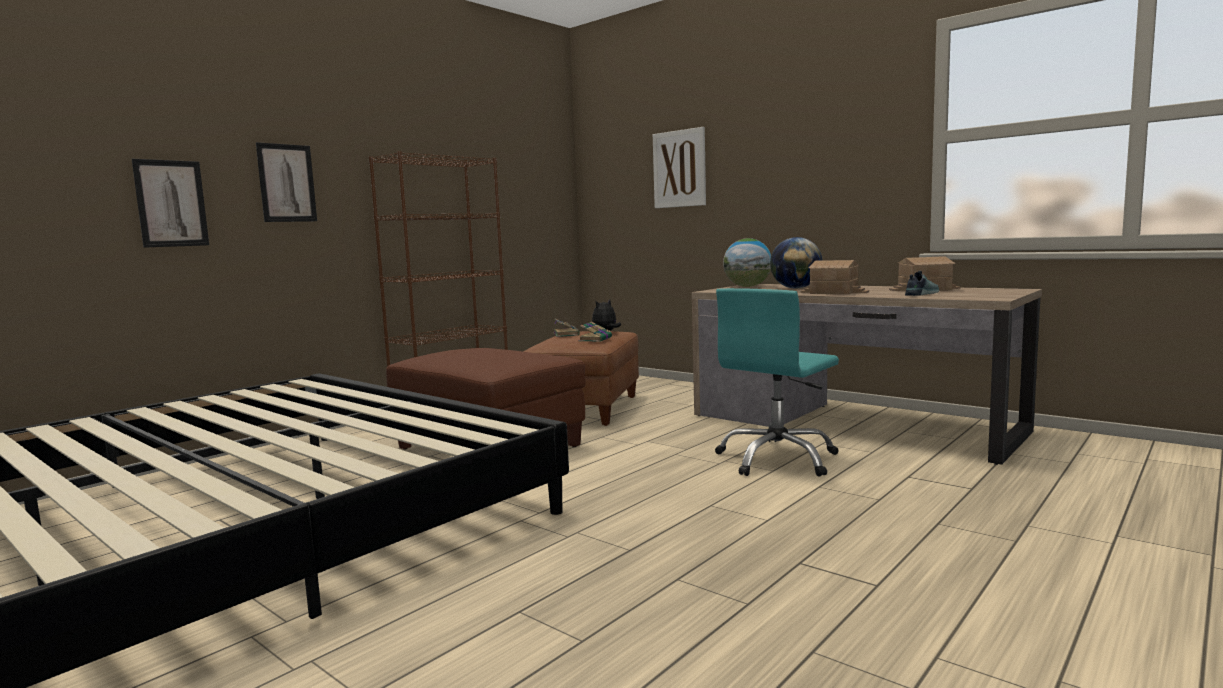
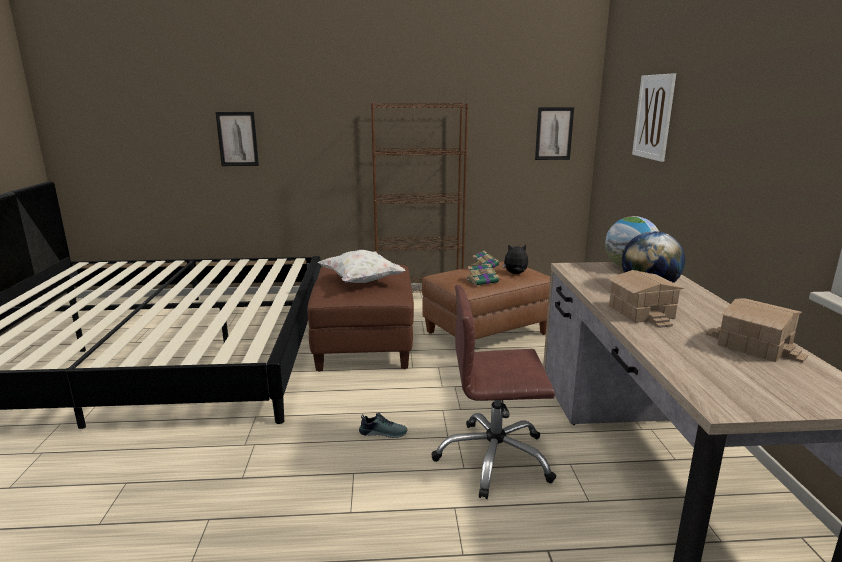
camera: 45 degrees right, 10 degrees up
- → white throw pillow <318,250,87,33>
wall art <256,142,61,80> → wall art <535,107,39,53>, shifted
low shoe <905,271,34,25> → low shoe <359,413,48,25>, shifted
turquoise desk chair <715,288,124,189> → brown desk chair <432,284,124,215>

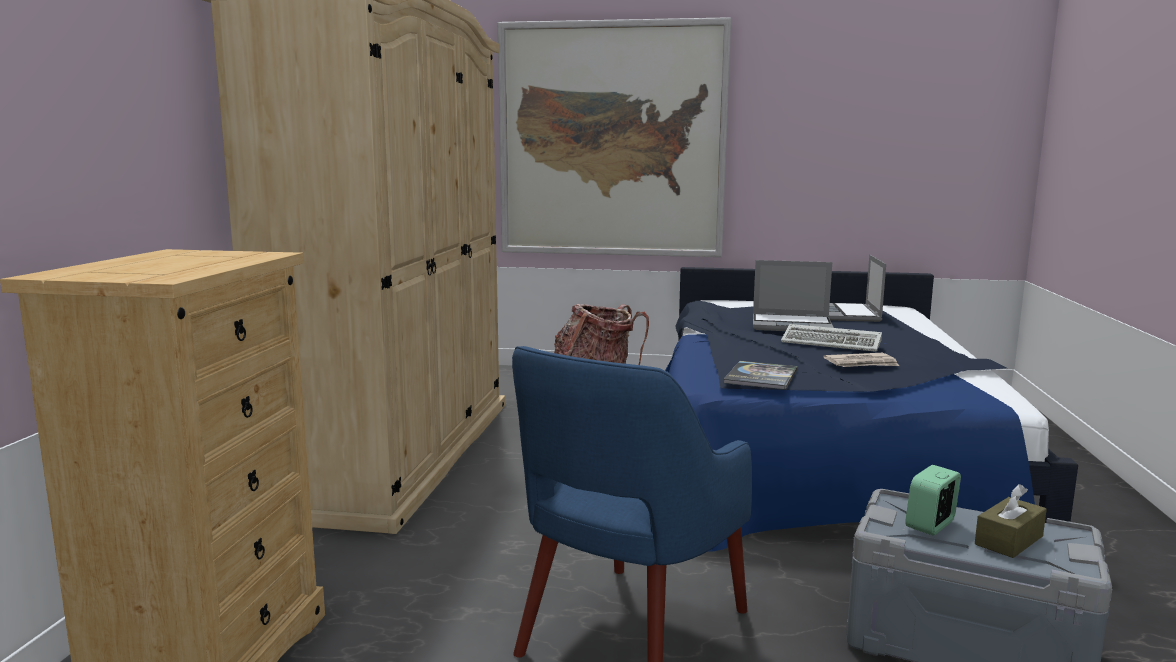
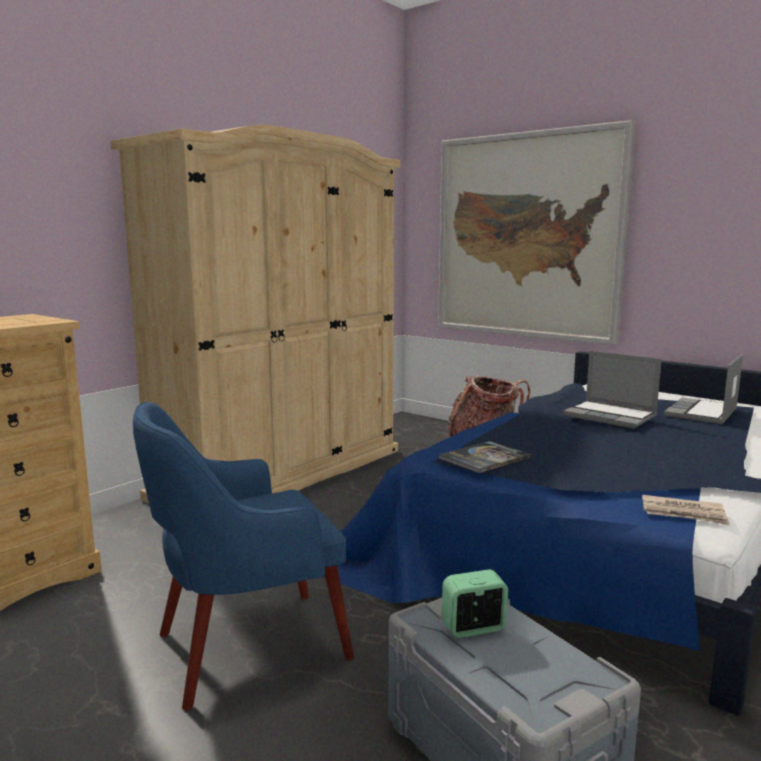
camera: 30 degrees right, 0 degrees up
computer keyboard <781,324,101,28> → -
brown tissue holder <975,484,72,74> → -
printed paper <824,353,75,14> → printed paper <642,495,88,31>, shifted

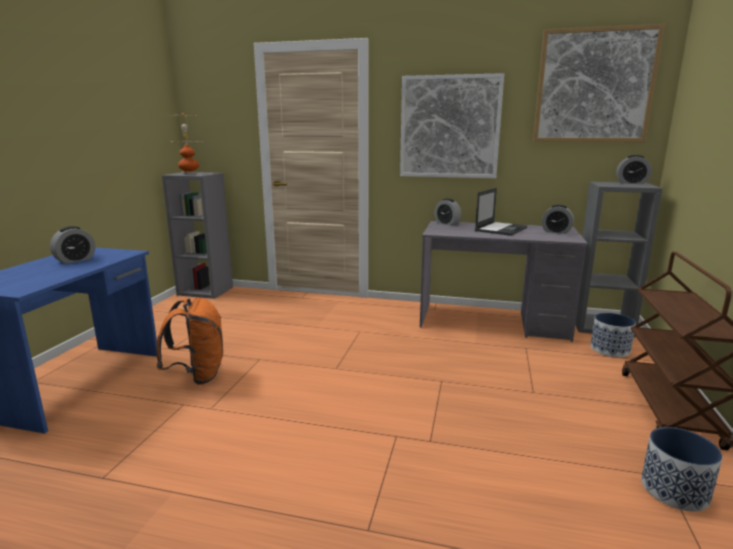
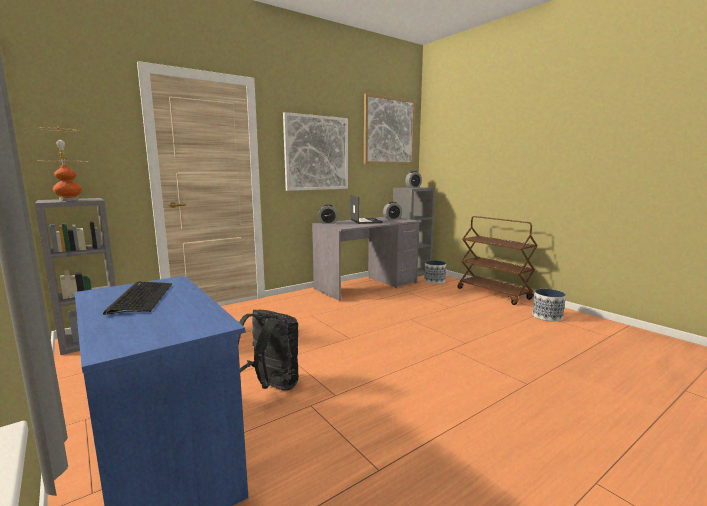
camera: 50 degrees left, 5 degrees down
bedside clock <50,226,45,38> → computer keyboard <103,281,69,34>
orangey backpack <156,298,67,87> → black-coloured backpack <238,310,61,81>

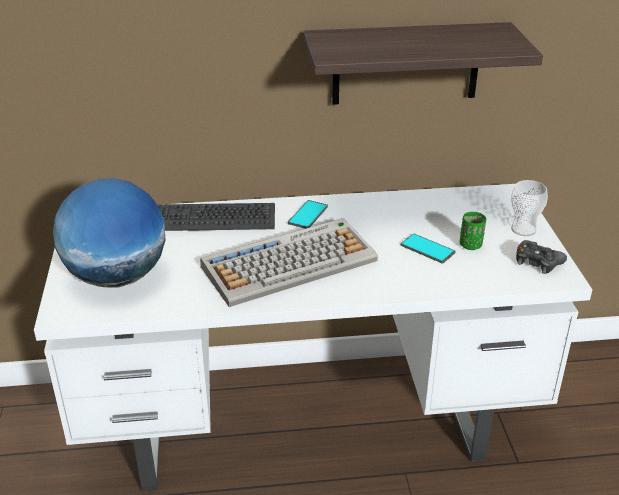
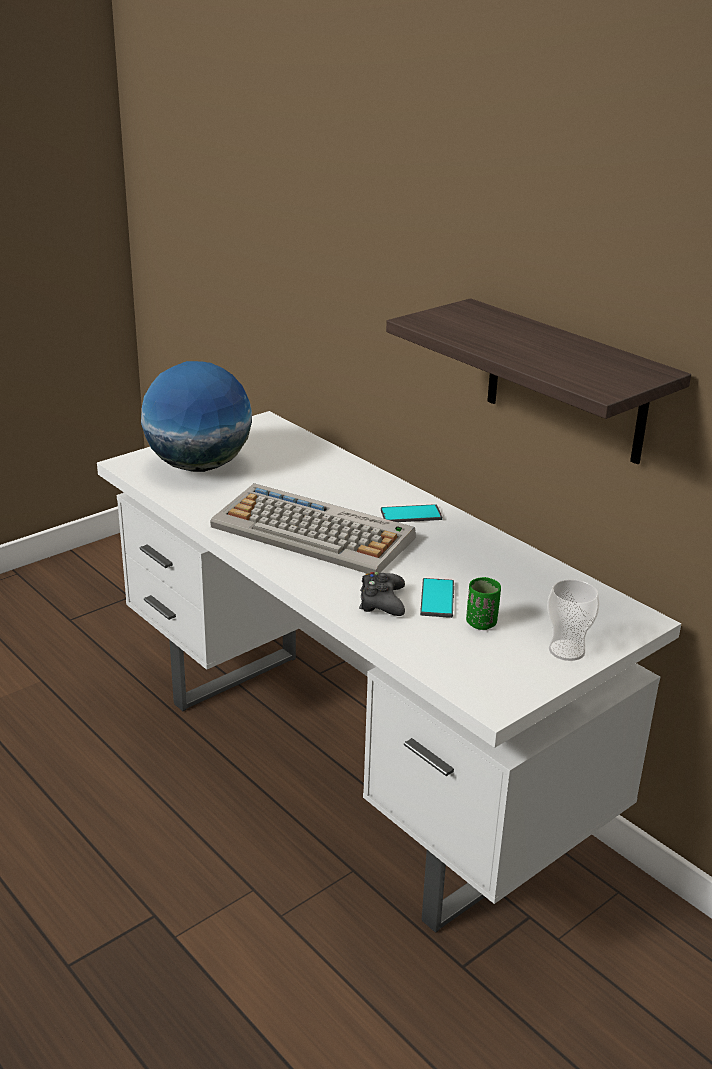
camera: 55 degrees right, 5 degrees down
computer keyboard <157,203,118,28> → -
black-coloured game controller <516,240,51,34> → black-coloured game controller <359,572,46,44>, shifted

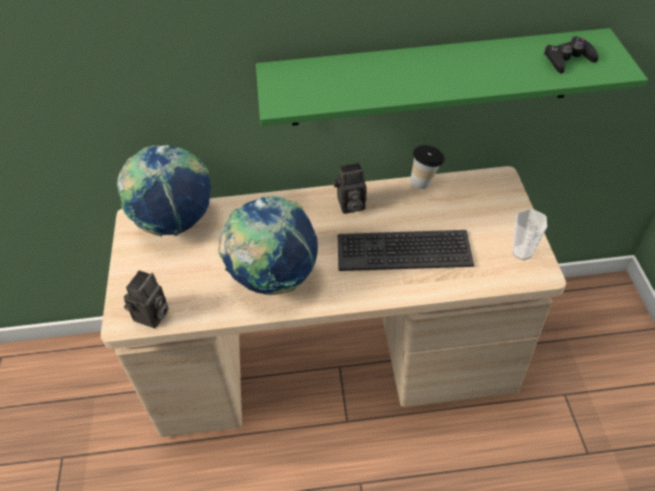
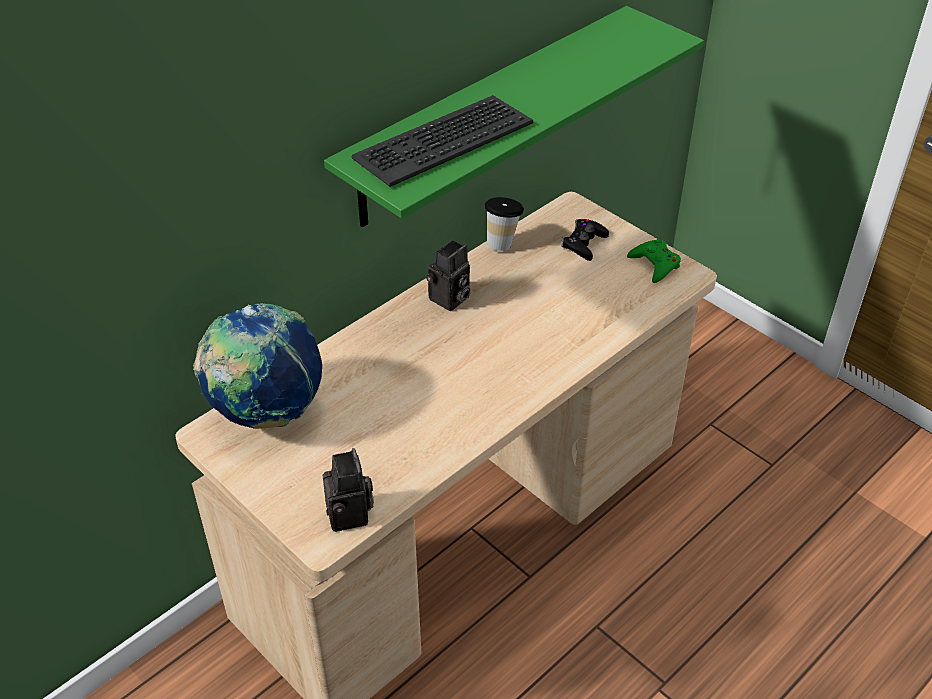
camera: 40 degrees left, 5 degrees down
globe <218,196,100,99> → -
computer keyboard <338,230,136,41> → computer keyboard <352,95,181,92>, shifted
black-coloured game controller <544,36,55,37> → black-coloured game controller <561,219,48,42>, shifted
small cup <513,209,34,51> → greenish game controller <627,239,54,44>

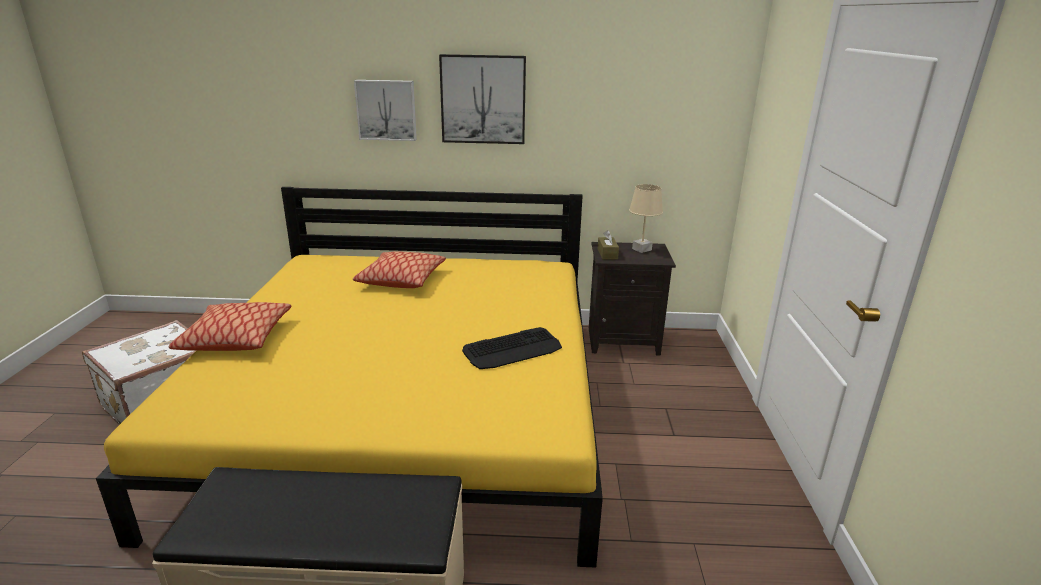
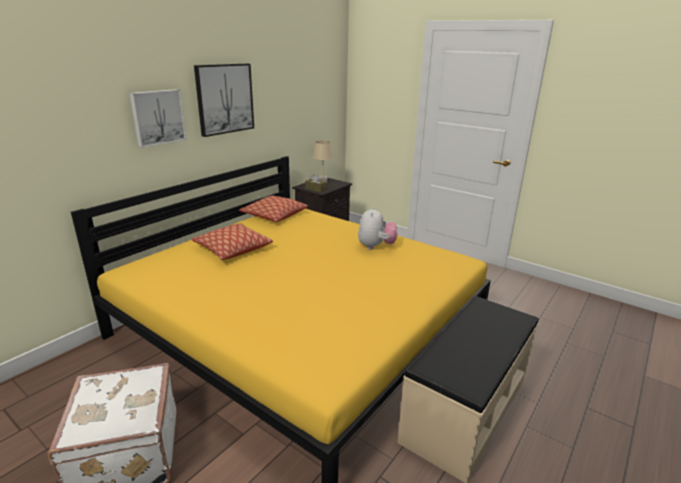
camera: 55 degrees left, 0 degrees up
throw pillow <168,302,123,49> → throw pillow <239,196,69,26>, shifted
computer keyboard <462,327,100,42> → cuddly toy <358,206,40,44>

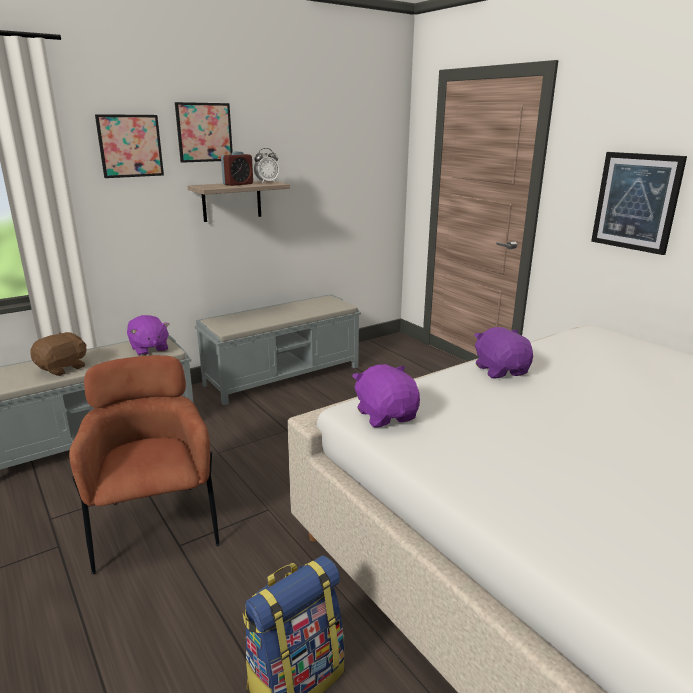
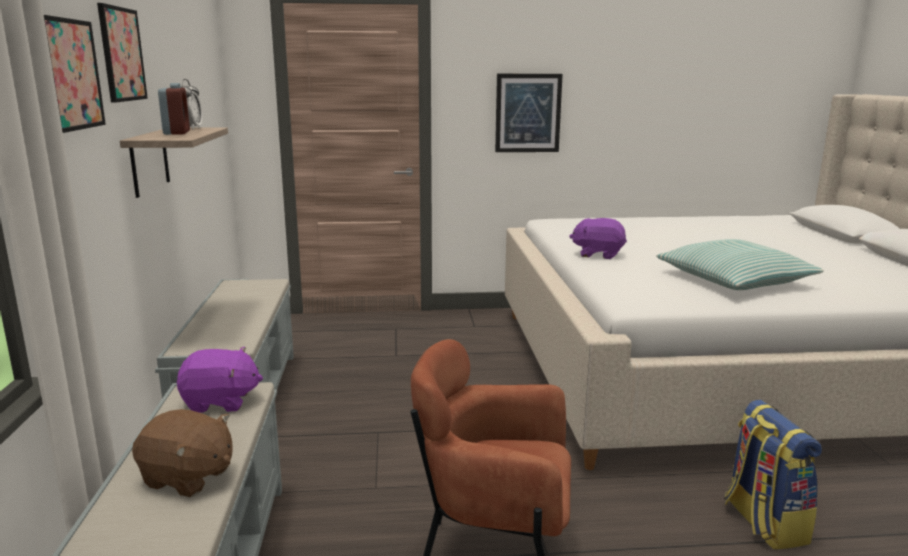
camera: 60 degrees left, 5 degrees down
purplish cuddly toy <352,364,68,63> → -
- → throw pillow <656,239,168,51>
brown cuddly toy <30,332,57,44> → brown cuddly toy <132,409,101,88>, 135 degrees clockwise

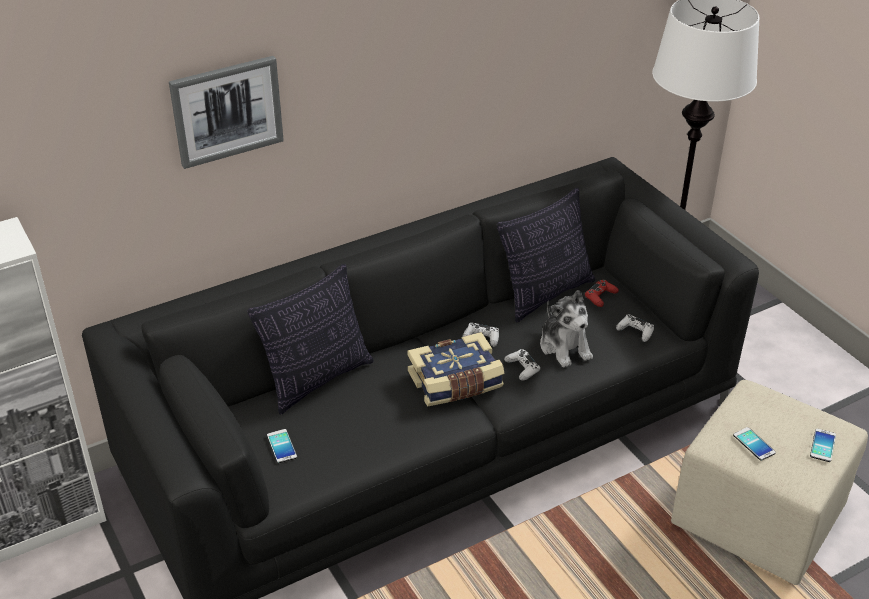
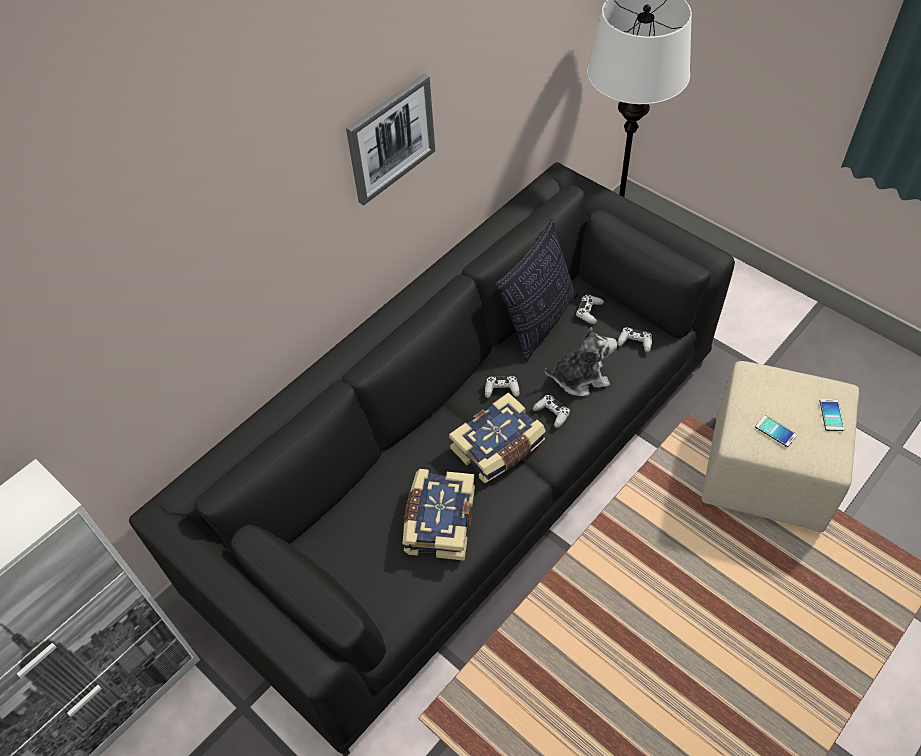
camera: 15 degrees left, 15 degrees up
throw pillow <247,263,127,152> → -
telephone <267,429,30,34> → -
- → volume <403,469,72,92>
wall art <169,56,115,113> → wall art <346,73,89,132>, shifted
red game controller <585,280,34,27> → white game controller <576,294,28,30>
cuddly toy <540,290,53,77> → cuddly toy <545,327,72,69>, 60 degrees counterclockwise

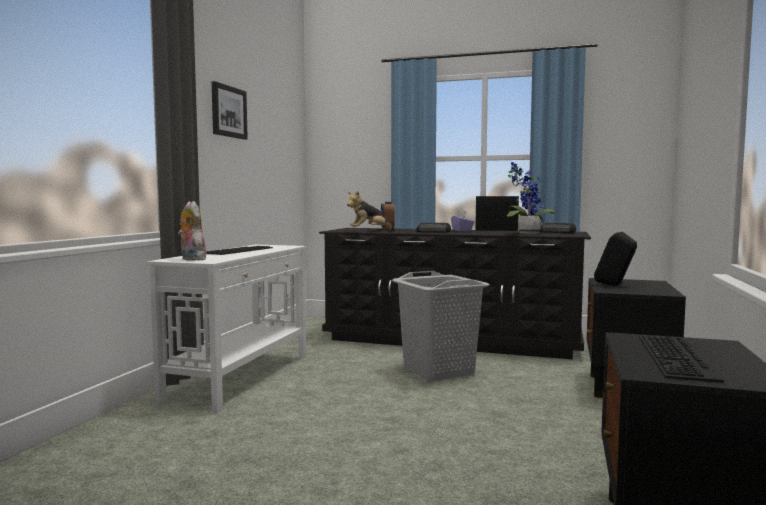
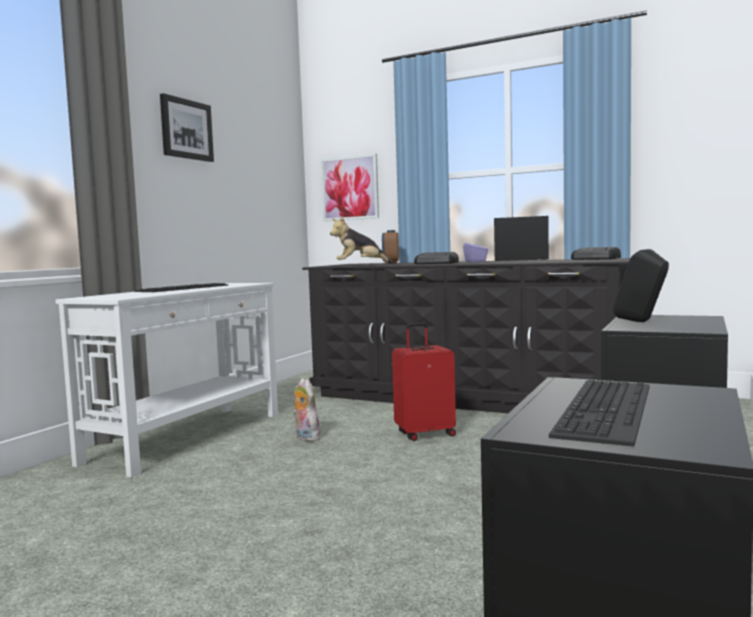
camera: 10 degrees right, 0 degrees up
plant in a pot <507,162,48,72> → -
- → wall art <321,153,58,68>
cuddly toy <178,201,28,60> → cuddly toy <292,378,29,64>, shifted
greyish hamper <392,271,97,111> → red suitcase <392,322,64,119>

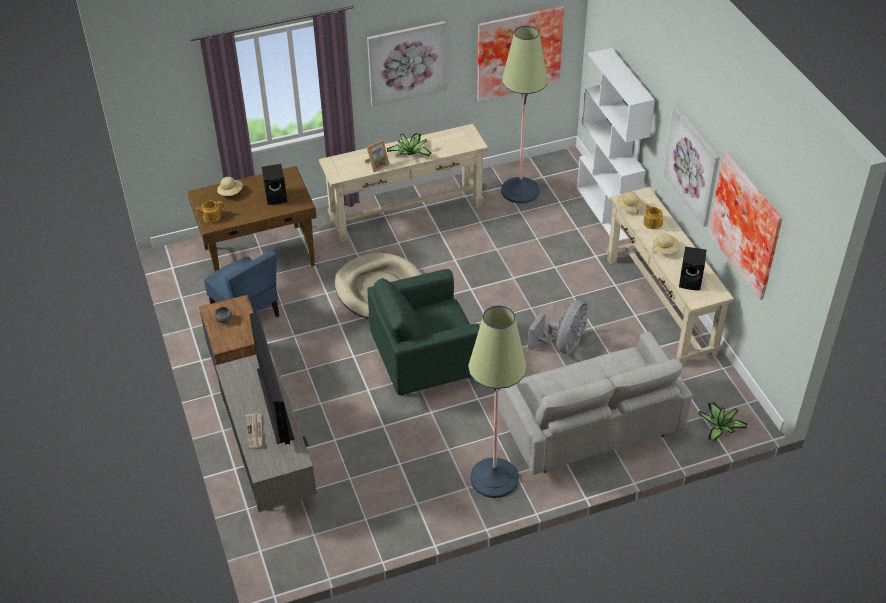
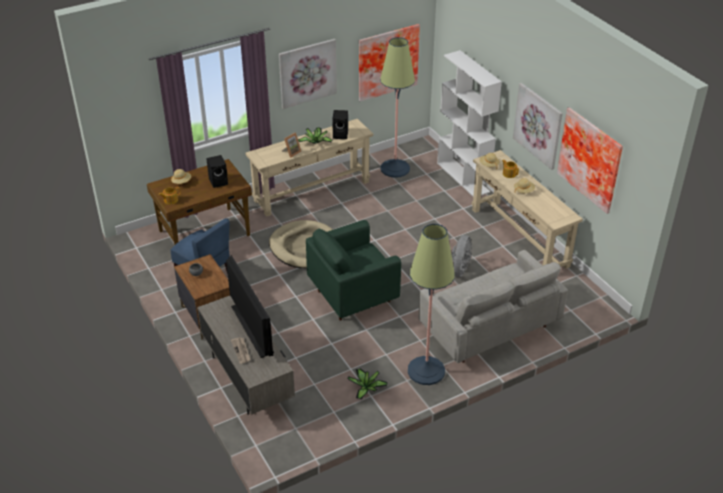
camera: 10 degrees left, 5 degrees down
black-coloured audio speaker <679,247,27,43> → black-coloured audio speaker <332,110,16,29>, shifted
plant in a pot <699,403,49,38> → plant in a pot <347,369,41,30>, shifted

